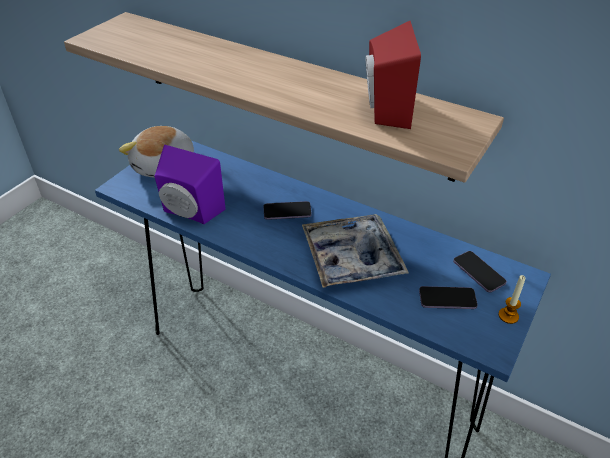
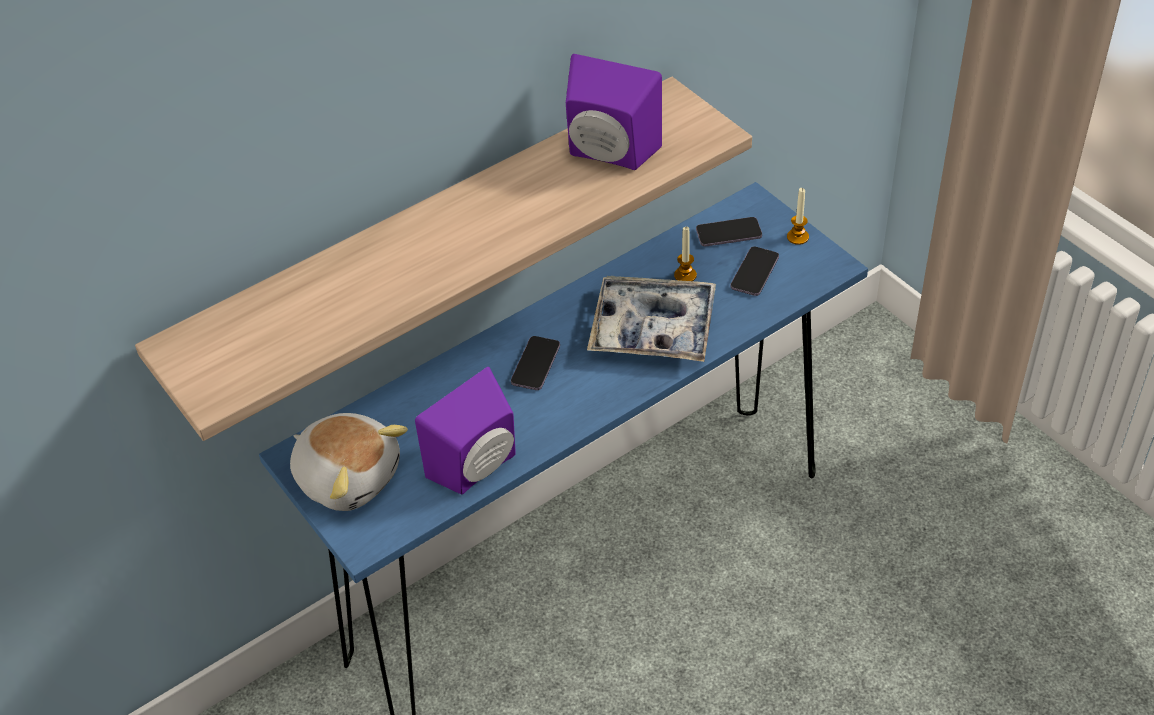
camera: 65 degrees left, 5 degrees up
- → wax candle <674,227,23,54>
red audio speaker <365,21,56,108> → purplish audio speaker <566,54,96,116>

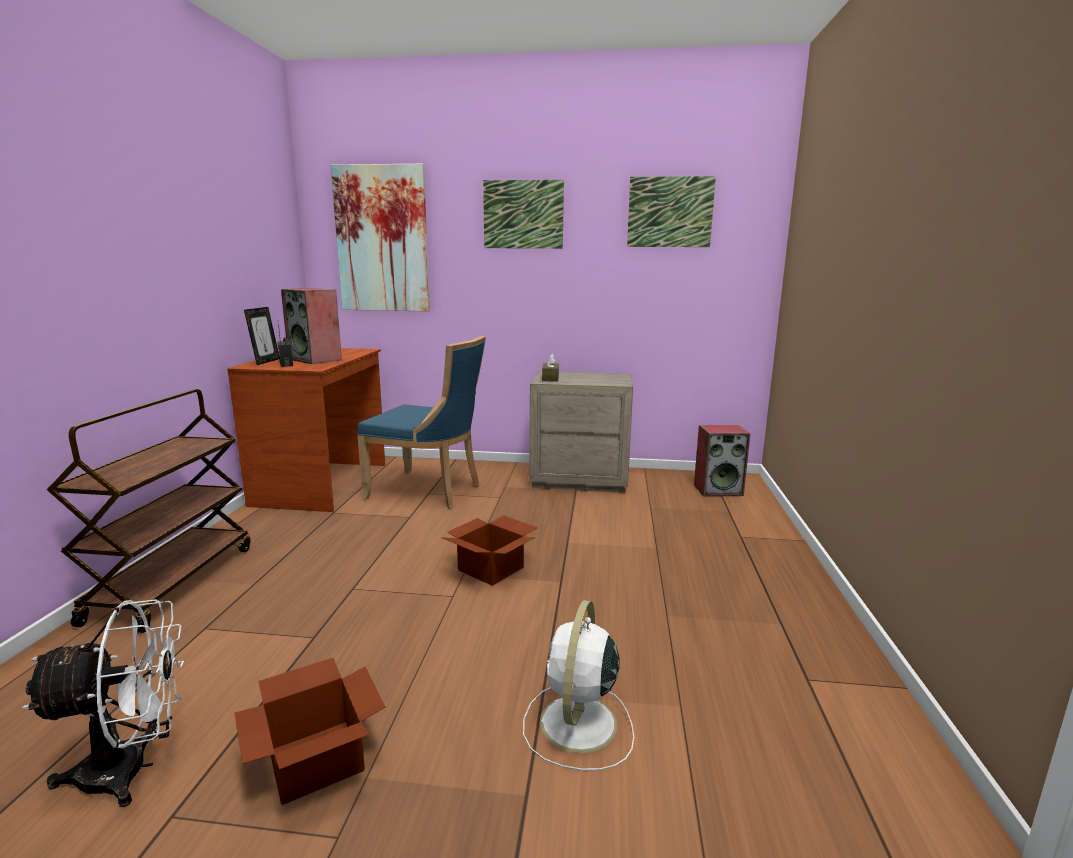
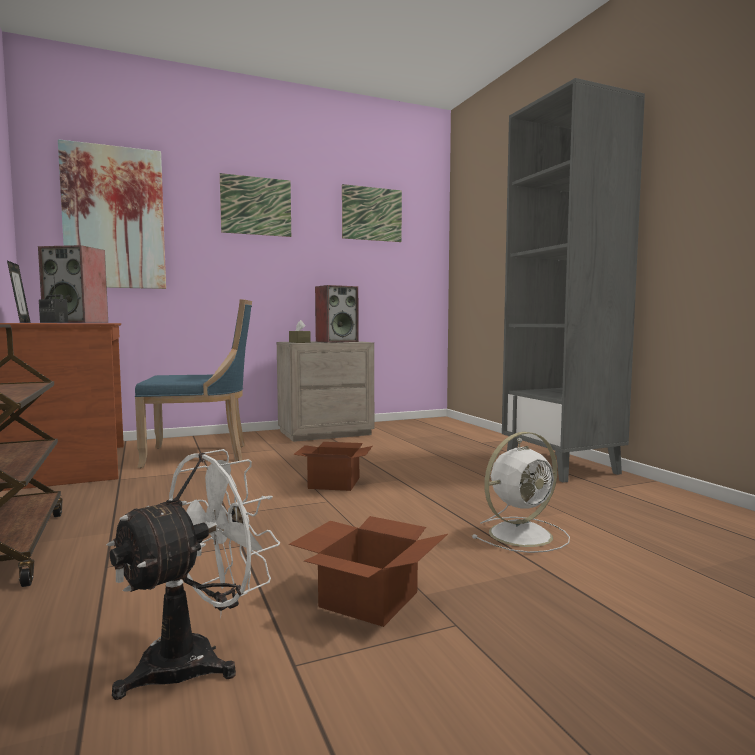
camera: 30 degrees left, 10 degrees down
- → greyish shelving unit <502,78,143,405>
audio speaker <694,425,57,72> → audio speaker <315,285,44,58>, shifted
white fan <523,600,111,171> → white fan <471,432,99,121>, 105 degrees counterclockwise

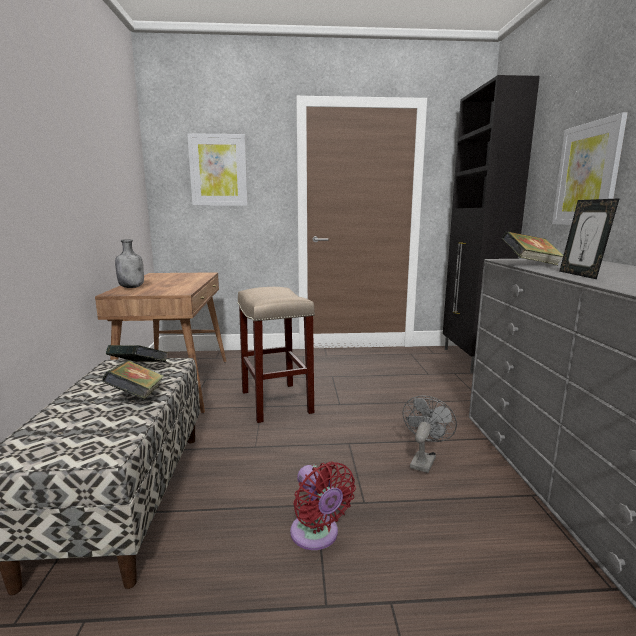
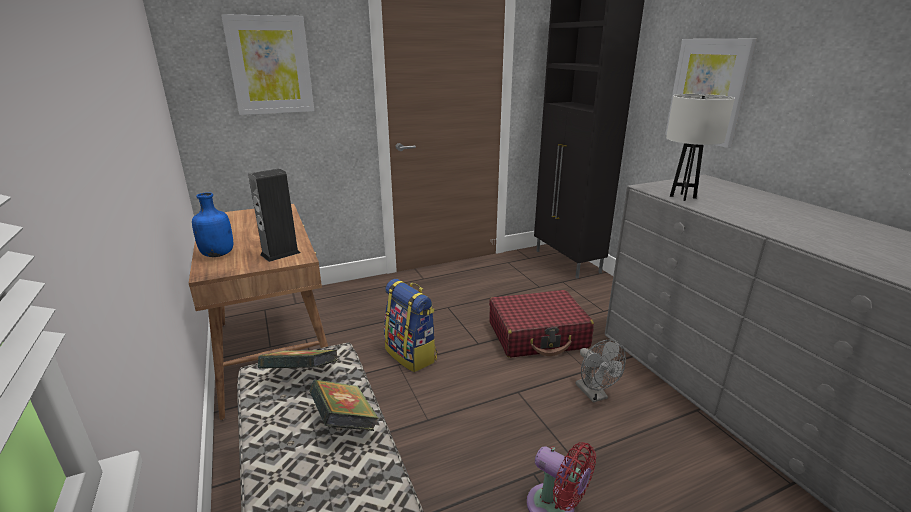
camera: 20 degrees left, 10 degrees up
picture frame <559,198,61,81> → -
- → audio speaker <248,168,53,94>
- → red suitcase <489,290,105,68>
beige-coloured sitting stool <237,287,78,136> → backpack <384,279,54,93>
volume <502,231,61,34> → white lamp for a table <666,94,69,107>
greyish beverage bottle <115,239,29,49> → blue-coloured beverage bottle <192,192,41,65>
greyish fan <402,395,55,78> → greyish fan <576,340,50,63>, 150 degrees clockwise

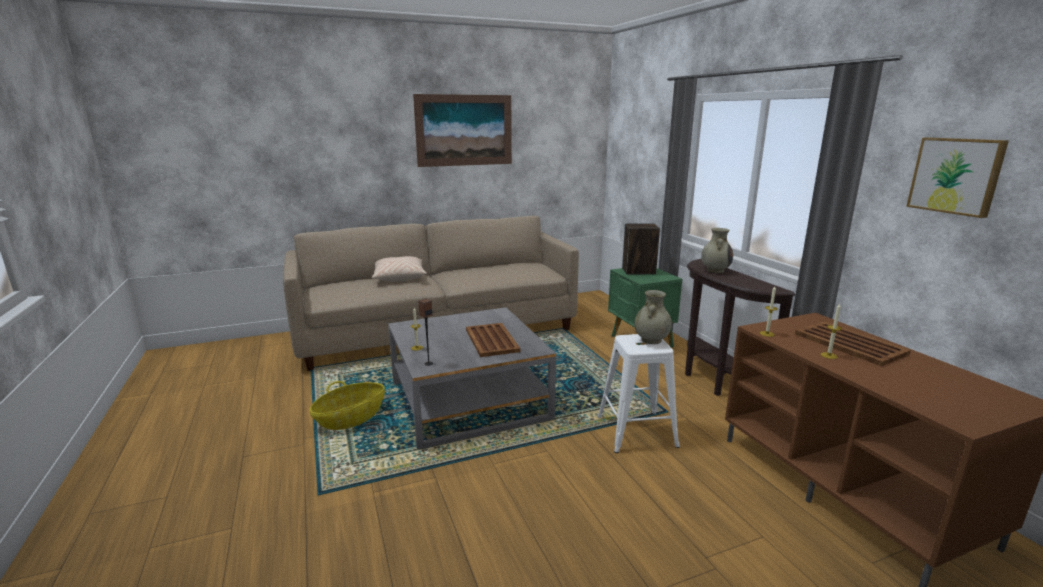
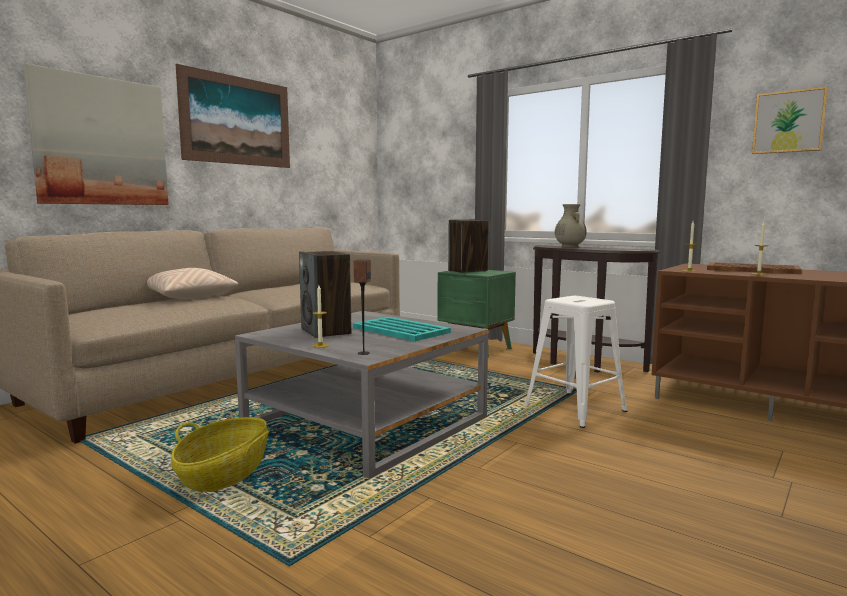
camera: 30 degrees left, 10 degrees down
beige-coloured flower vase <634,290,38,54> → -
- → wall art <23,63,146,142>
- → audio speaker <299,251,53,87>
brown tray <466,323,55,34> → turquoise tray <353,317,98,24>

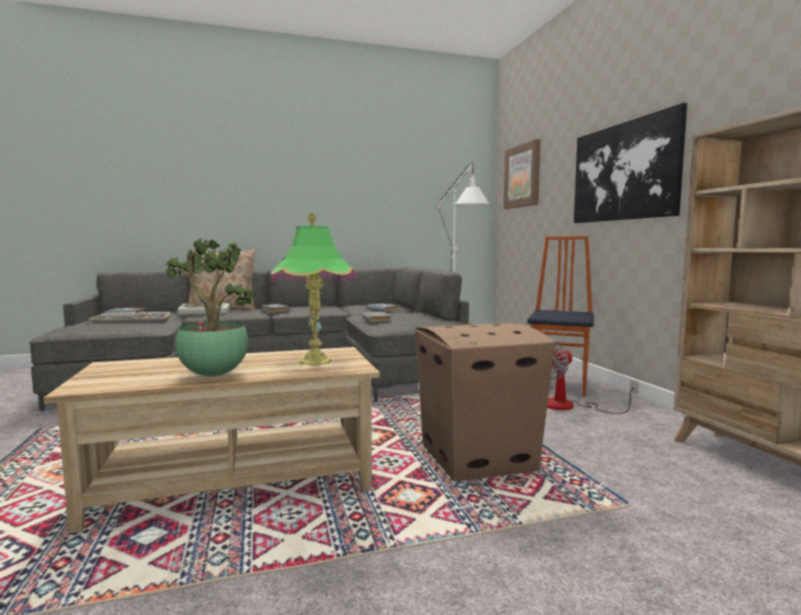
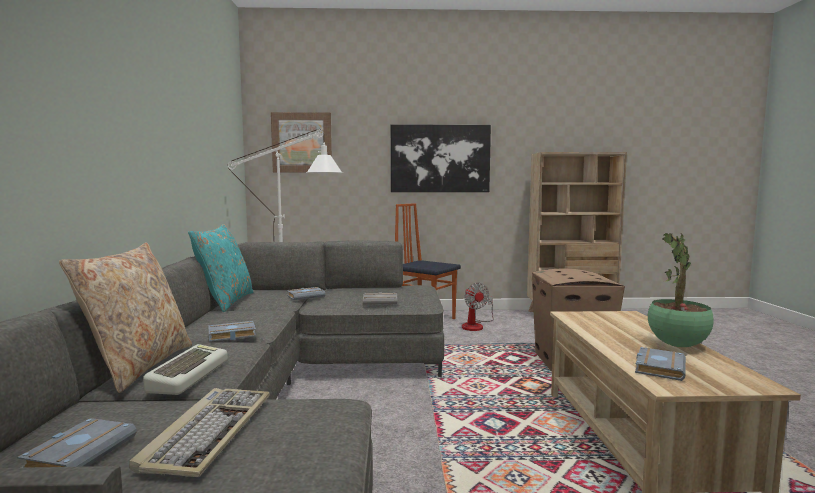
camera: 75 degrees left, 0 degrees up
lamp for a table <271,213,84,153> → -
- → turquoise throw pillow <188,224,65,88>
- → greyish volume <635,347,51,34>

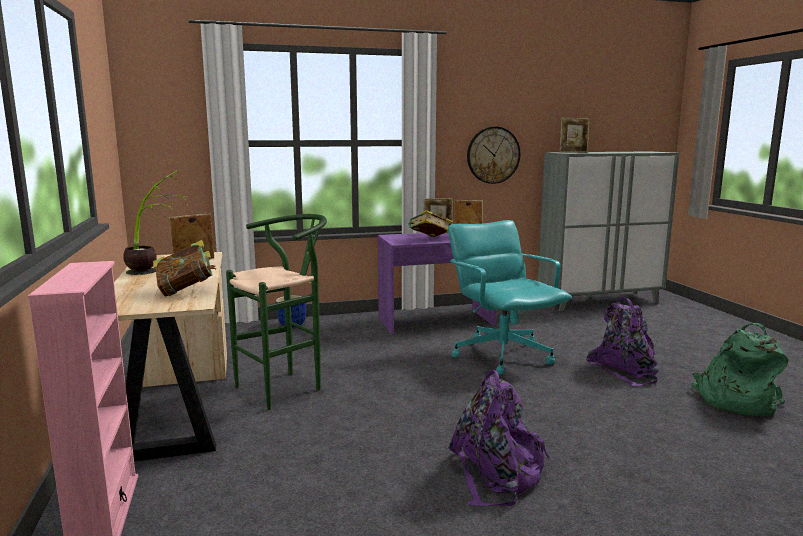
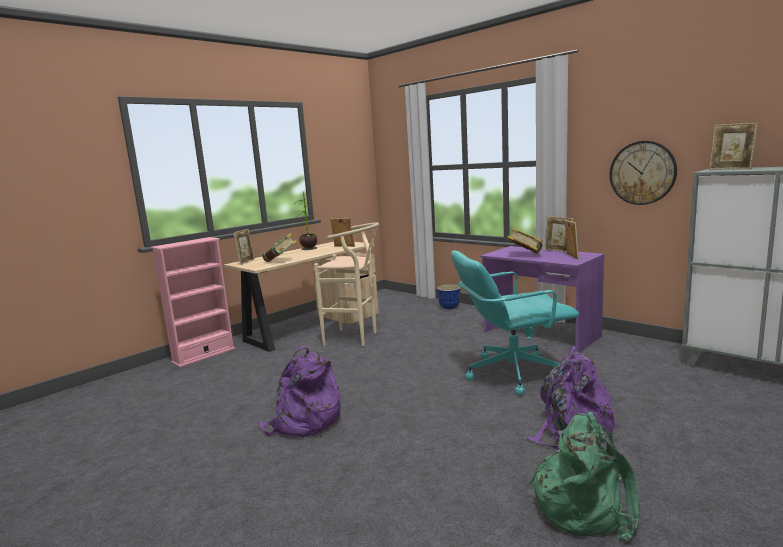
camera: 60 degrees right, 0 degrees up
- → picture frame <234,229,20,36>
greenish sitting stool <226,214,101,196> → beige-coloured sitting stool <314,223,65,123>
turquoise desk chair <448,220,124,155> → turquoise desk chair <451,250,128,145>, 135 degrees counterclockwise

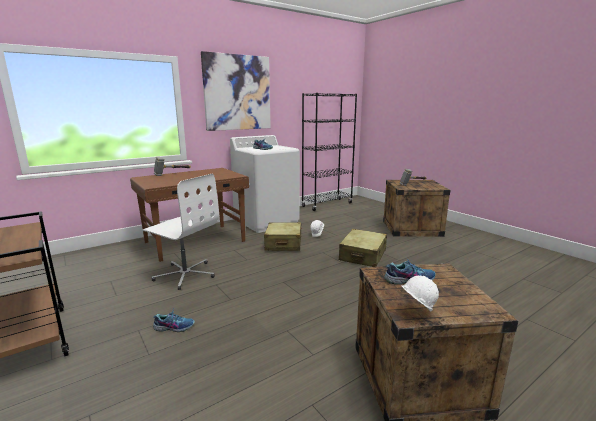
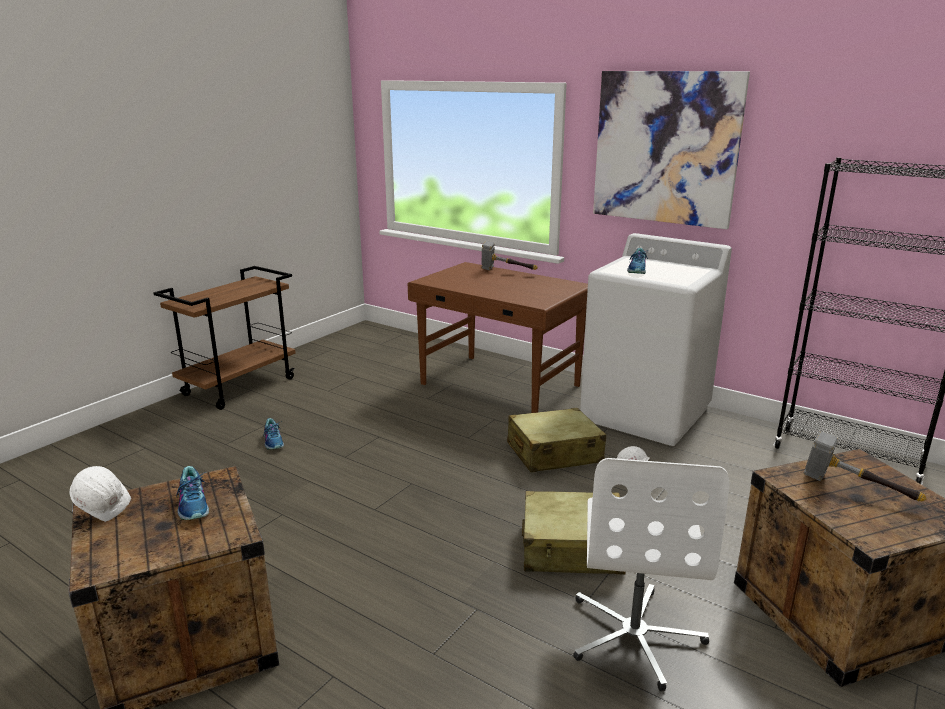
camera: 70 degrees right, 5 degrees up
white desk chair <142,174,77,116> → white desk chair <574,458,155,233>, shifted

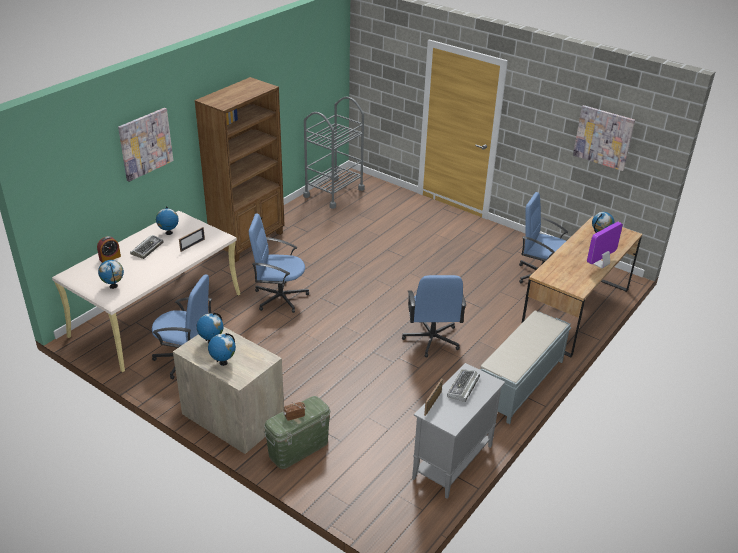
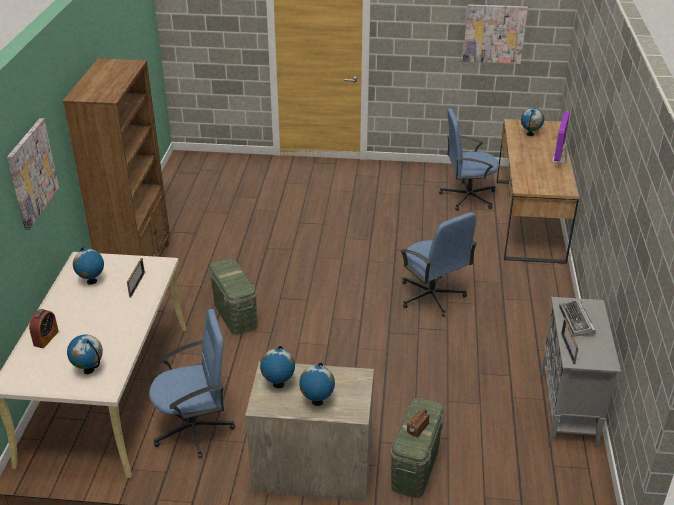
camera: 30 degrees left, 0 degrees up
computer keyboard <130,235,34,24> → -
greyish trolley <303,96,62,113> → -
greyish long seat <480,310,91,114> → -
blue-coloured desk chair <249,214,60,99> → greenish storage container <209,258,48,77>

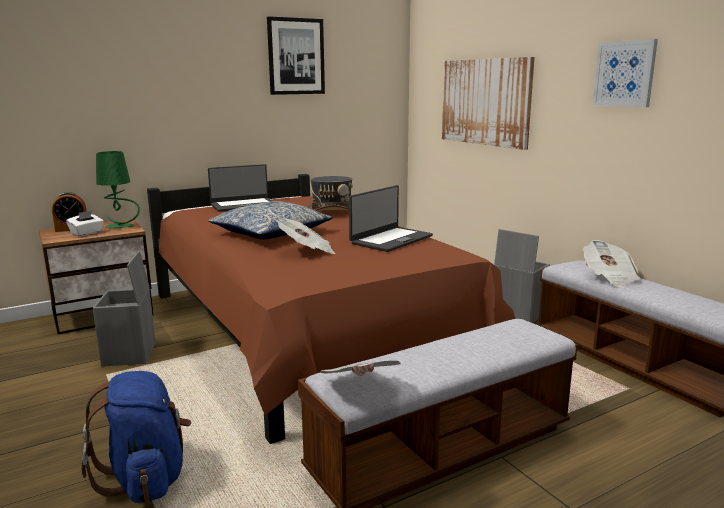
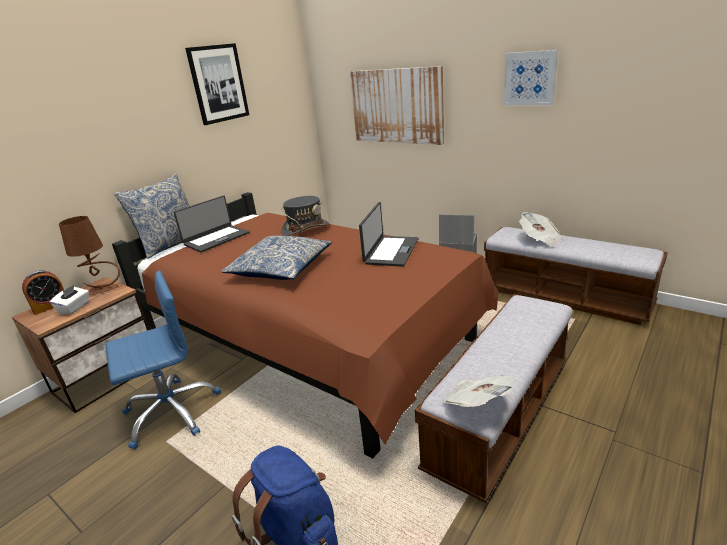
camera: 20 degrees left, 10 degrees up
printed paper <273,217,62,37> → -
- → throw pillow <114,173,76,86>
greyish storage container <93,251,63,116> → blue-coloured desk chair <106,271,115,178>
greenish lamp for a table <96,151,44,77> → brown lamp for a table <59,216,61,79>

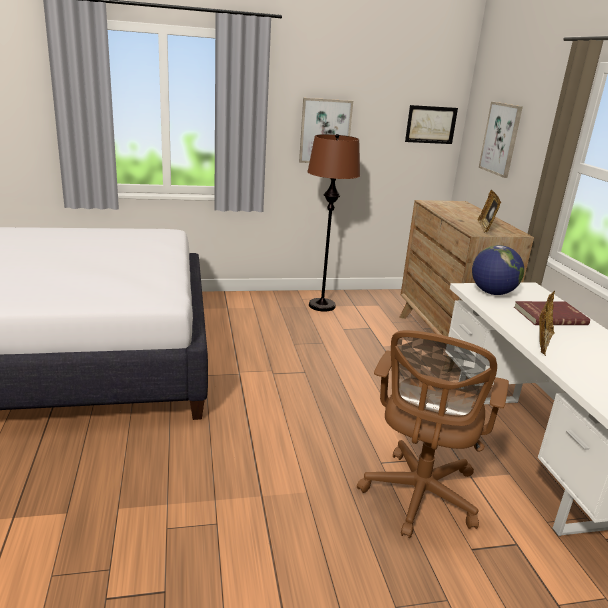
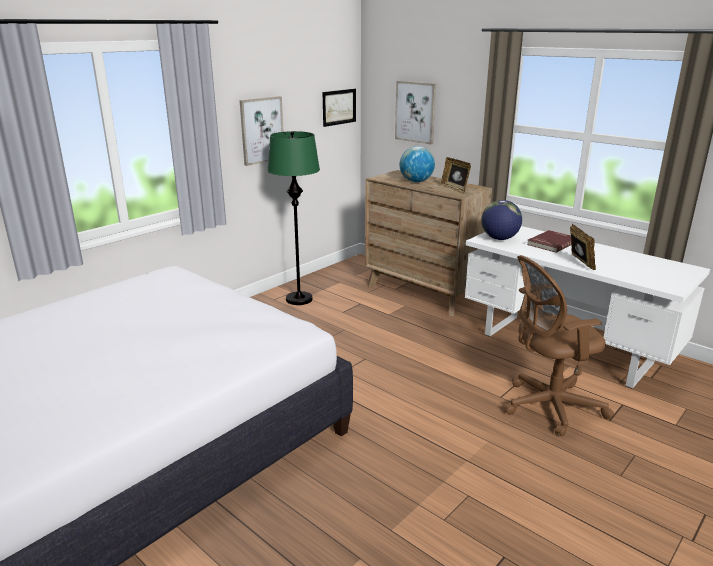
camera: 35 degrees left, 0 degrees up
- → globe <399,146,36,36>
brown standard lamp <307,134,53,177> → greenish standard lamp <267,131,53,174>
brown desk chair <357,330,152,208> → brown desk chair <504,255,110,182>, 90 degrees clockwise

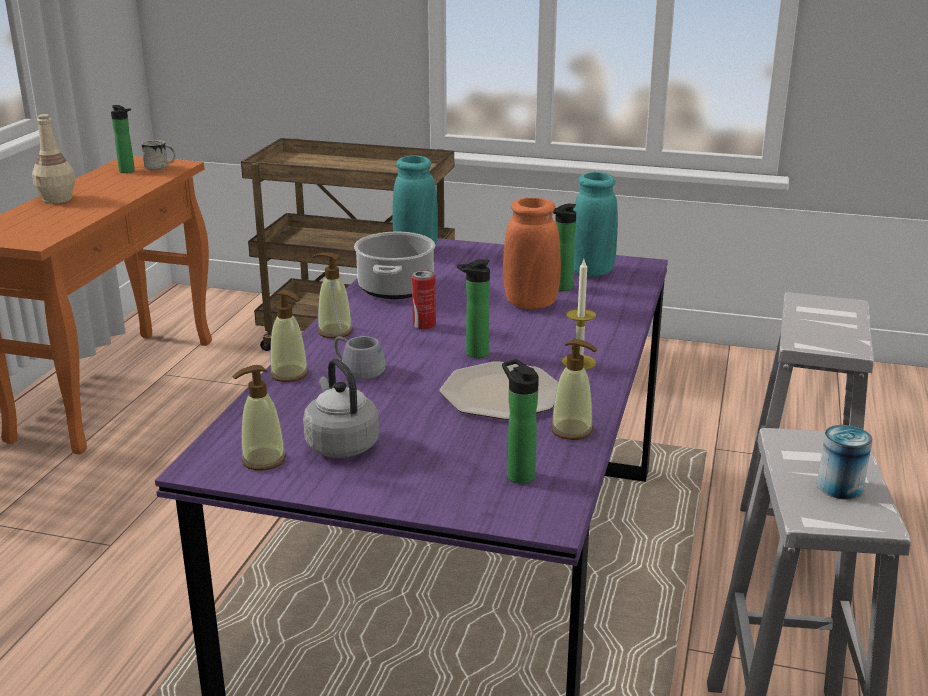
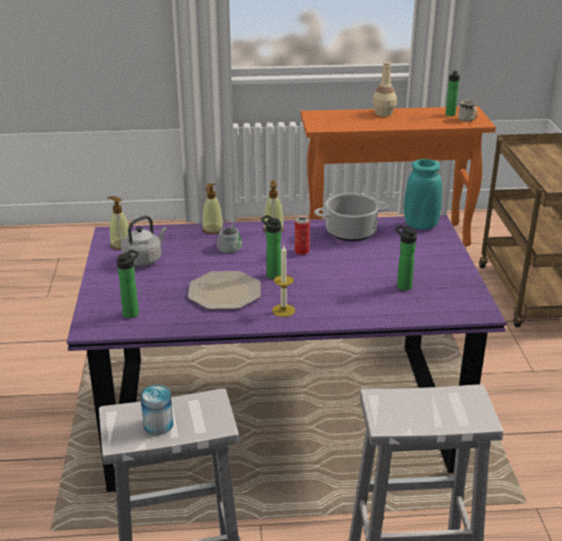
camera: 70 degrees right, 5 degrees up
orangey flower vase <503,198,58,111> → -
liquid soap bottle <551,339,47,101> → -
turquoise flower vase <574,172,44,105> → -

